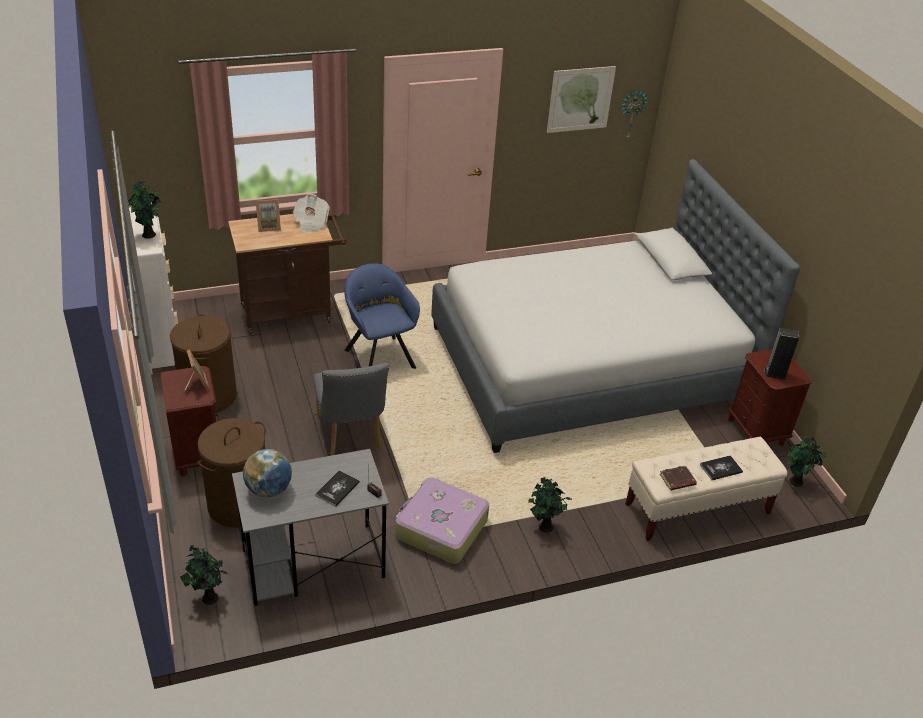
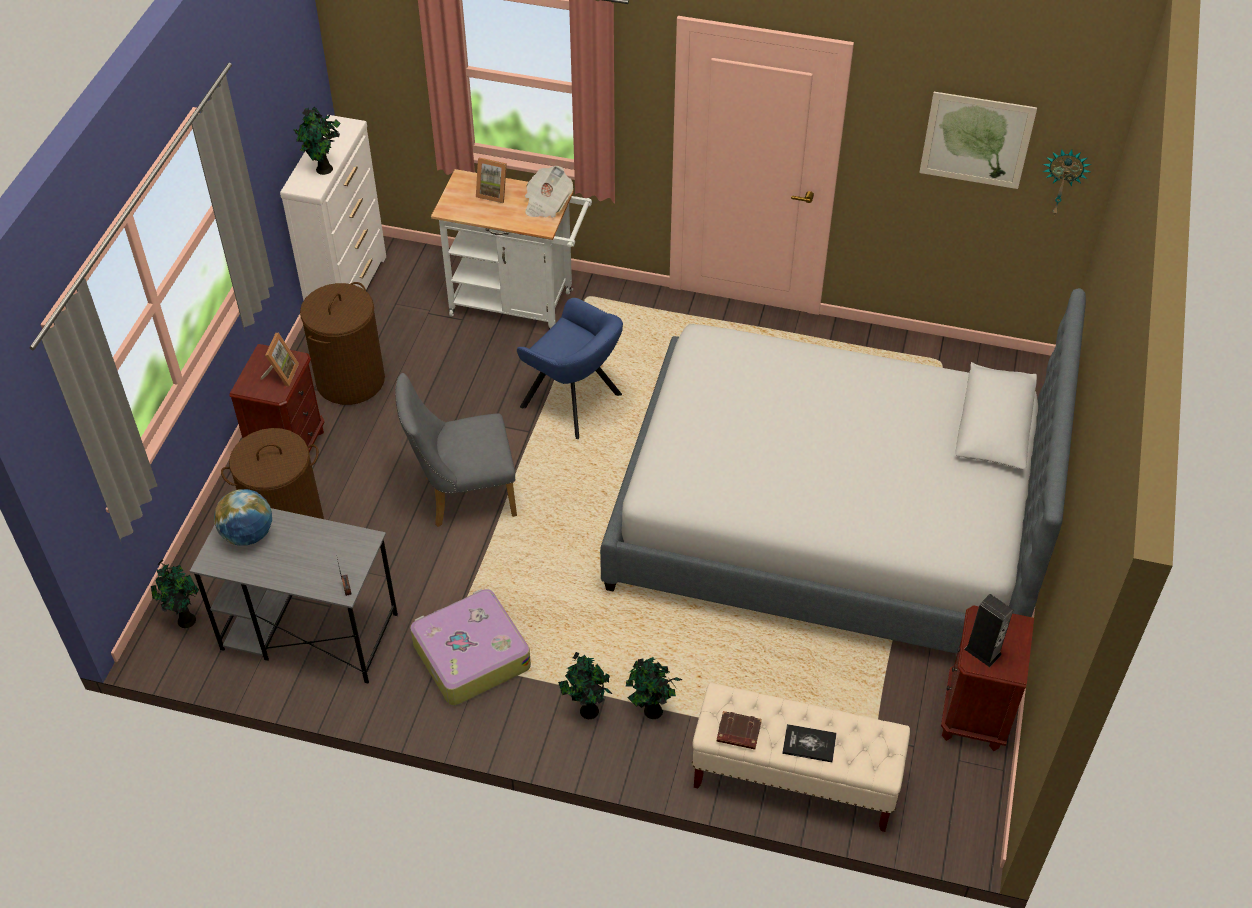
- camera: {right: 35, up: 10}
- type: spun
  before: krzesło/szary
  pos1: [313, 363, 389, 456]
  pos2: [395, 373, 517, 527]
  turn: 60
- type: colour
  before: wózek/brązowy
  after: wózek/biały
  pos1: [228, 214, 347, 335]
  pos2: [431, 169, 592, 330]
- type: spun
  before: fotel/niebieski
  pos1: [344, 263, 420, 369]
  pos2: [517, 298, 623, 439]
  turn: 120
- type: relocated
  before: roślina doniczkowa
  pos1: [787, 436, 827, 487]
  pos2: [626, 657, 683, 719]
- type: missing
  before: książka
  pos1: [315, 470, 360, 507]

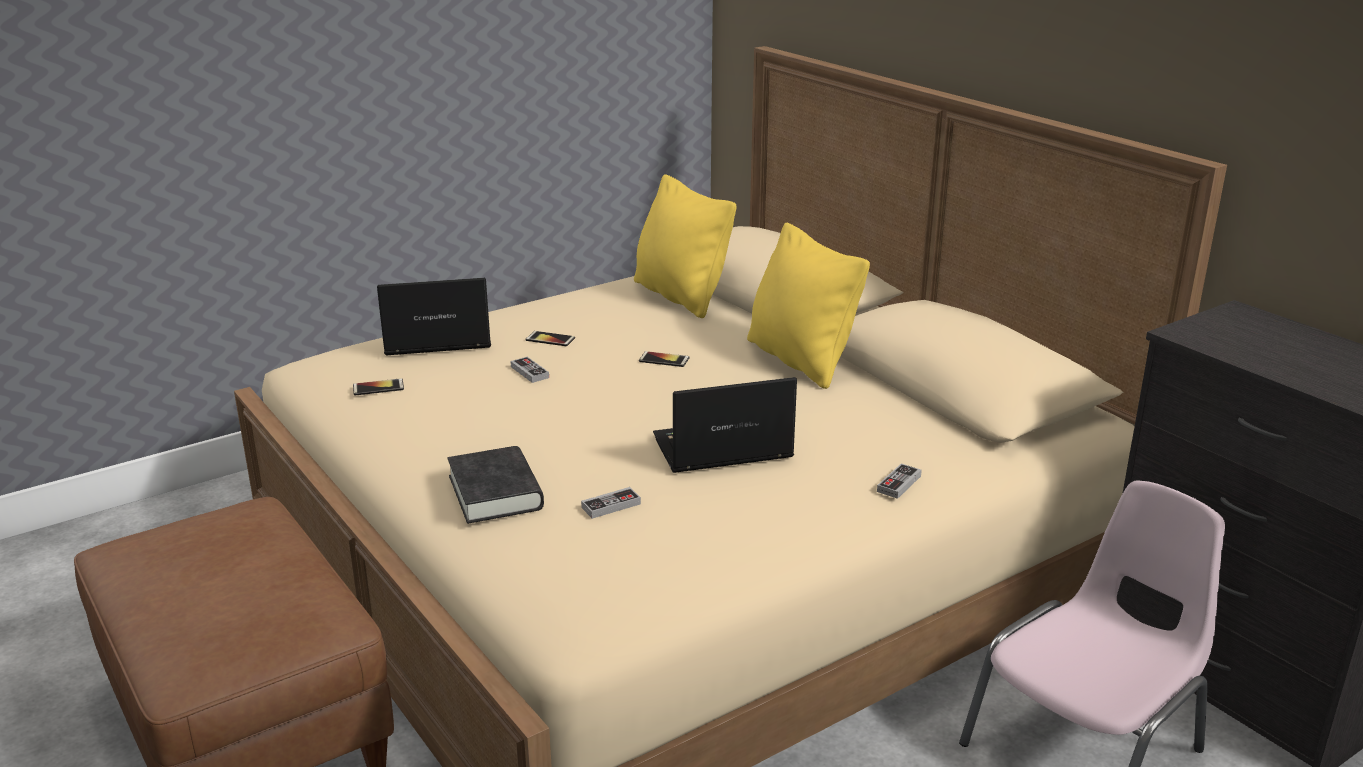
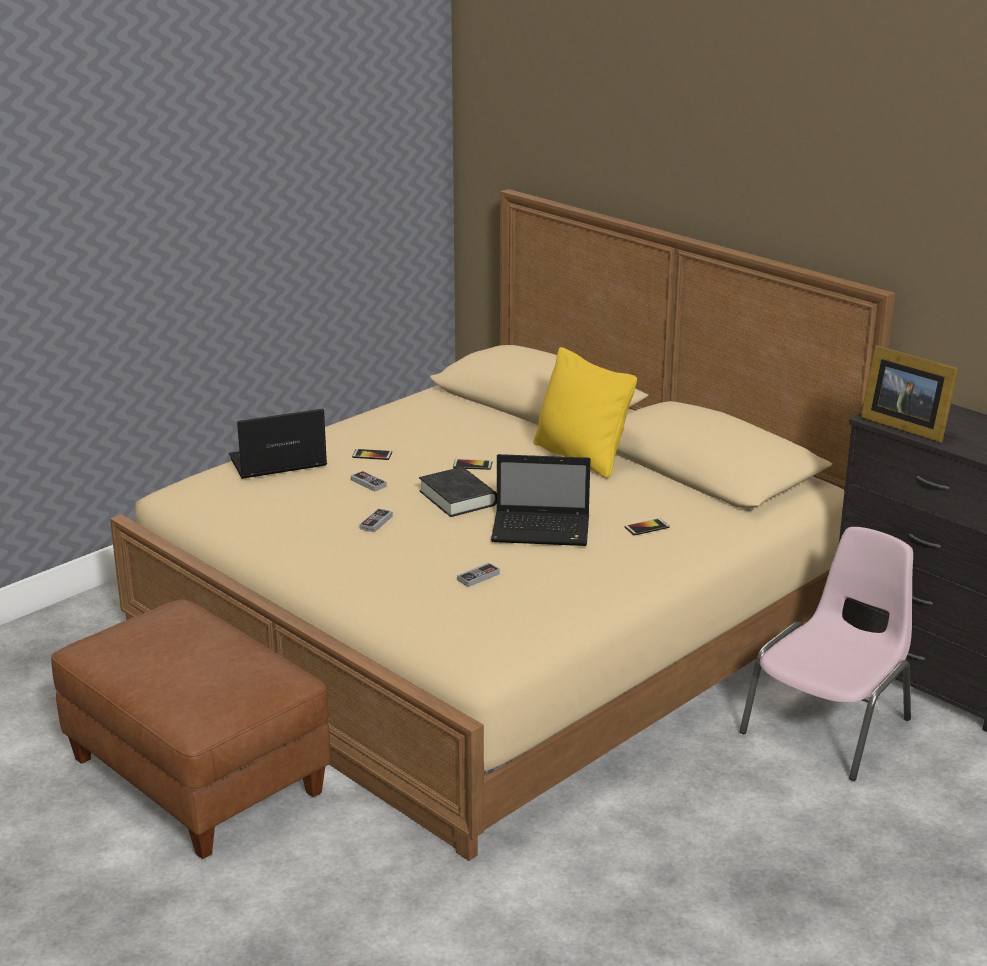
- camera: {right: -10, up: 0}
- type: relocated
  before: pad do gier
  pos1: [877, 463, 922, 499]
  pos2: [360, 508, 393, 532]
- type: relocated
  before: książka/czarny
  pos1: [447, 446, 544, 524]
  pos2: [419, 467, 497, 517]
- type: spun
  before: laptop
  pos1: [653, 377, 797, 473]
  pos2: [491, 454, 590, 546]
  turn: -150
- type: relocated
  before: telefon
  pos1: [353, 378, 404, 395]
  pos2: [625, 518, 670, 536]
- type: appeared
  after: ramka na zdjęcie
  pos2: [861, 345, 959, 443]
- type: missing
  before: poduszka/żółty
  pos1: [634, 174, 736, 318]

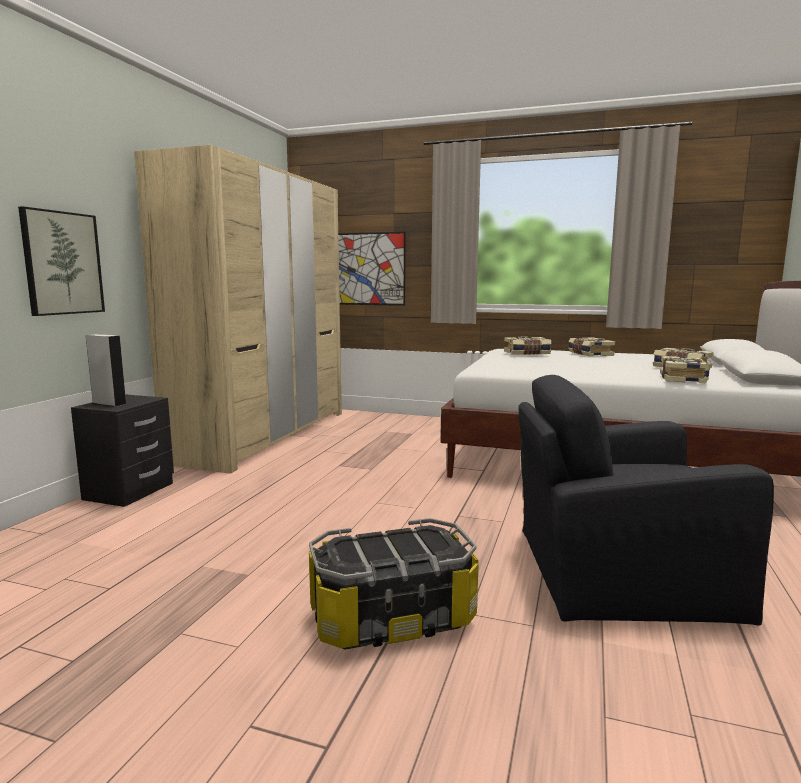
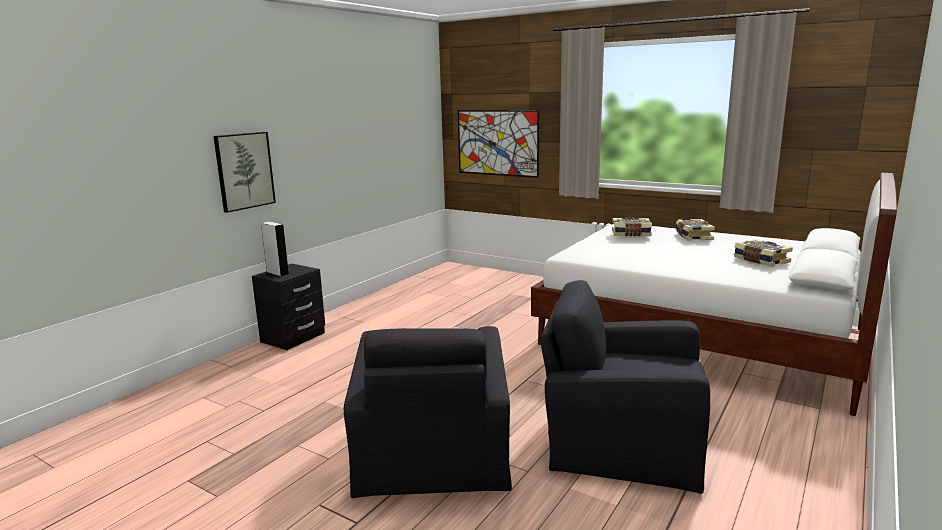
- camera: {right: 15, up: 5}
- type: exchanged
  before: pojemnik do przechowywania
  after: fotel/czarny
  pos1: [309, 518, 479, 650]
  pos2: [344, 326, 512, 498]
- type: missing
  before: szafa/beżowy
  pos1: [134, 145, 342, 474]
- type: missing
  before: książka
  pos1: [660, 356, 710, 383]

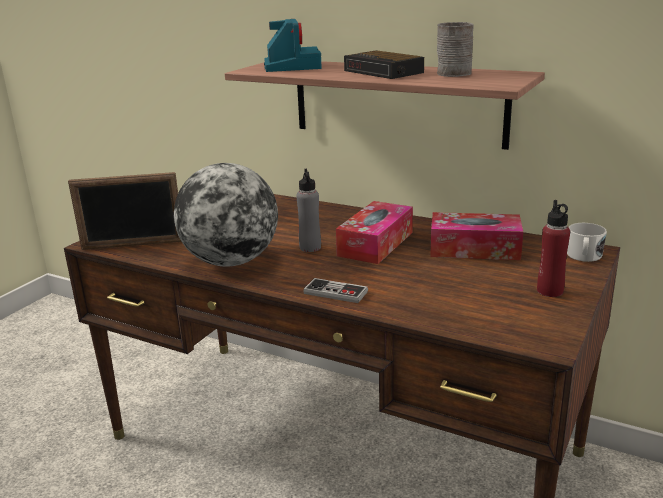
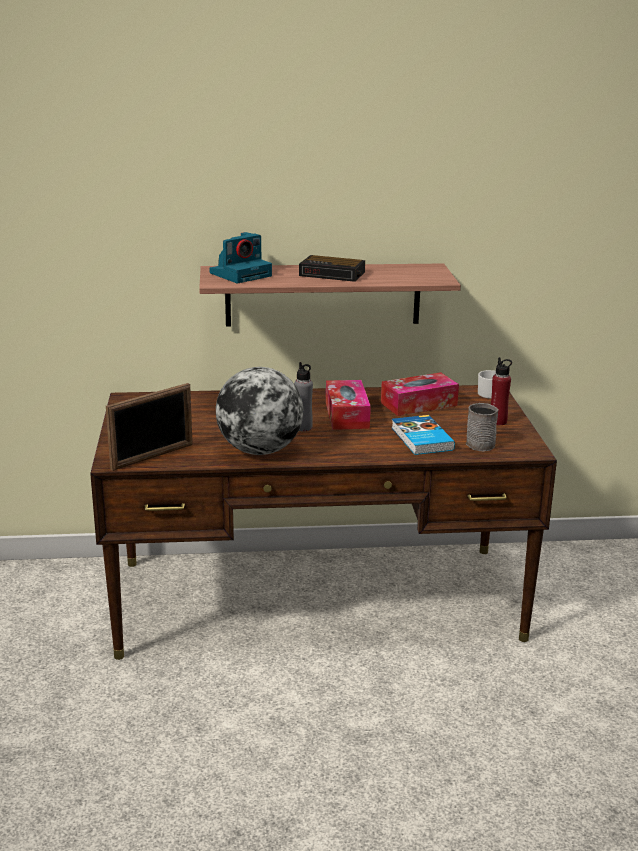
- camera: {right: -35, up: 0}
- type: spun
  before: aparat fotograficzny
  pos1: [264, 19, 322, 72]
  pos2: [210, 232, 272, 283]
  turn: 90
- type: appeared
  after: książka
  pos2: [391, 415, 455, 455]
- type: relocated
  before: kubek/szary
  pos1: [437, 22, 474, 77]
  pos2: [466, 403, 499, 451]
- type: missing
  before: pad do gier
  pos1: [303, 278, 368, 303]

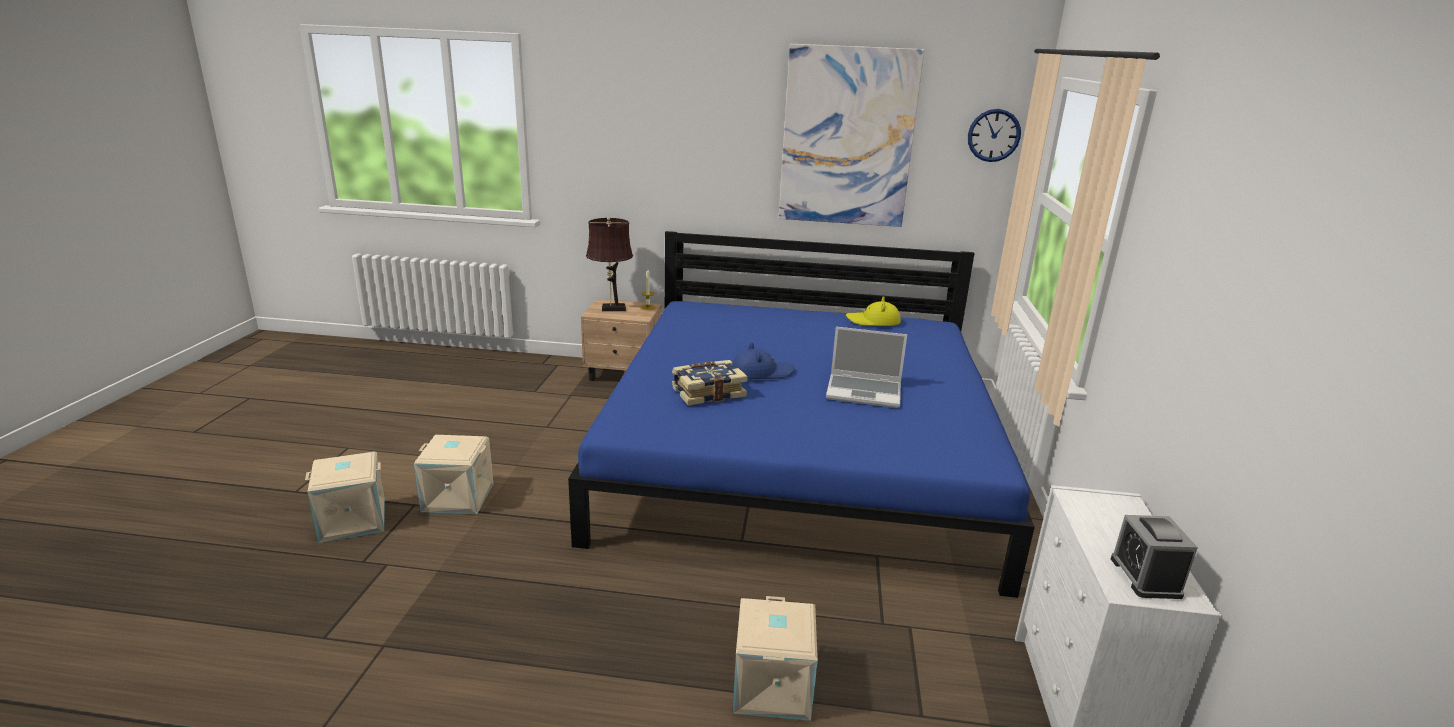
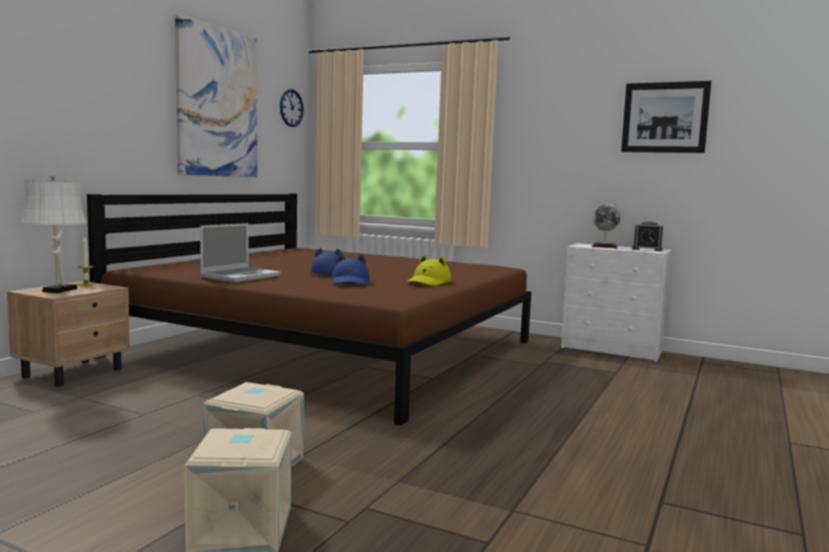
- camera: {right: -70, up: -15}
- type: colour
  before: lampa stołowa/brązowy
  after: lampa stołowa/biały
  pos1: [586, 217, 633, 311]
  pos2: [21, 175, 86, 293]
- type: colour
  before: łóżko/niebieski
  after: łóżko/brązowy
  pos1: [568, 231, 1035, 598]
  pos2: [87, 194, 531, 426]
- type: relocated
  before: laptop
  pos1: [826, 327, 907, 408]
  pos2: [200, 223, 281, 282]
- type: exchanged
  before: książka
  after: kapelusz/niebieski
  pos1: [672, 360, 748, 406]
  pos2: [332, 254, 370, 285]
- type: relocated
  before: kapelusz/żółty
  pos1: [846, 296, 901, 326]
  pos2: [406, 255, 451, 286]
- type: appeared
  after: globus
  pos2: [592, 202, 623, 249]
- type: appeared
  after: obraz
  pos2: [621, 81, 711, 153]
- type: missing
  before: pojemnik do przechowywania/beżowy
  pos1: [733, 596, 818, 721]

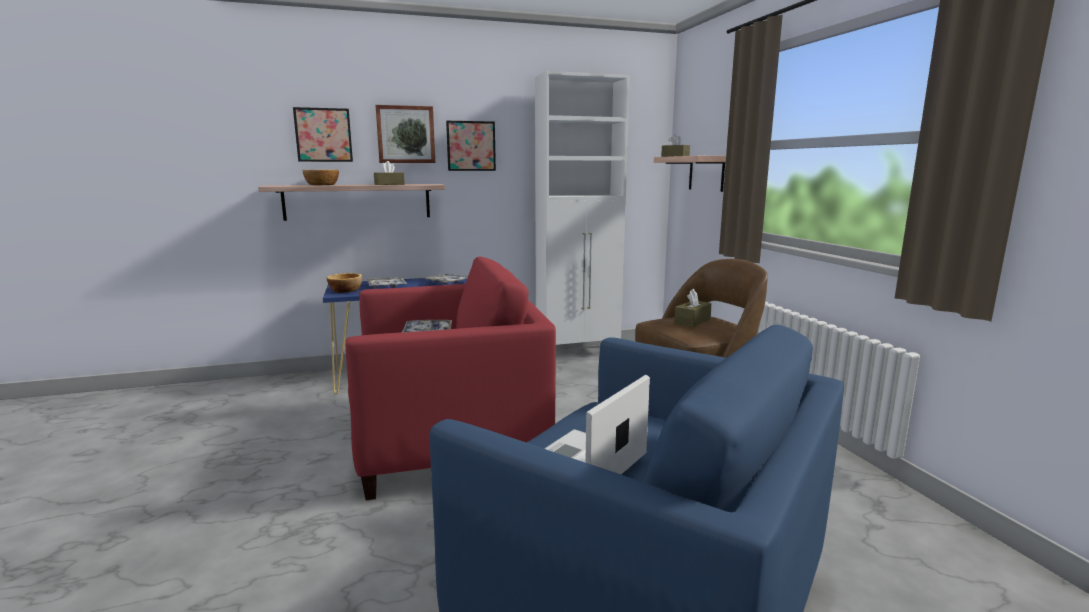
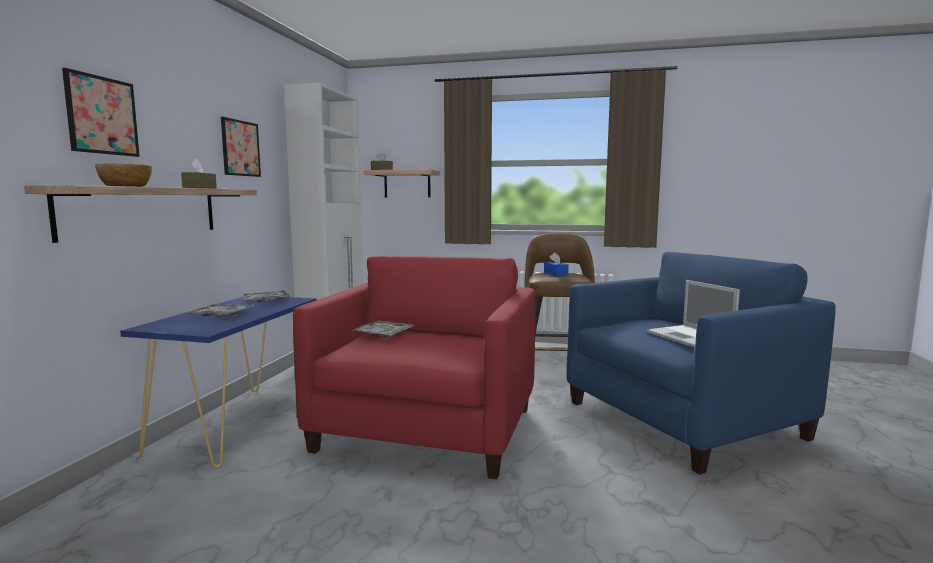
- camera: {right: -60, up: -5}
- type: colour
  before: pudełko chusteczek/brązowy
  after: pudełko chusteczek/niebieski
  pos1: [674, 288, 712, 327]
  pos2: [544, 252, 569, 276]
- type: missing
  before: miska
  pos1: [327, 273, 362, 293]
- type: missing
  before: obraz
  pos1: [375, 105, 435, 163]

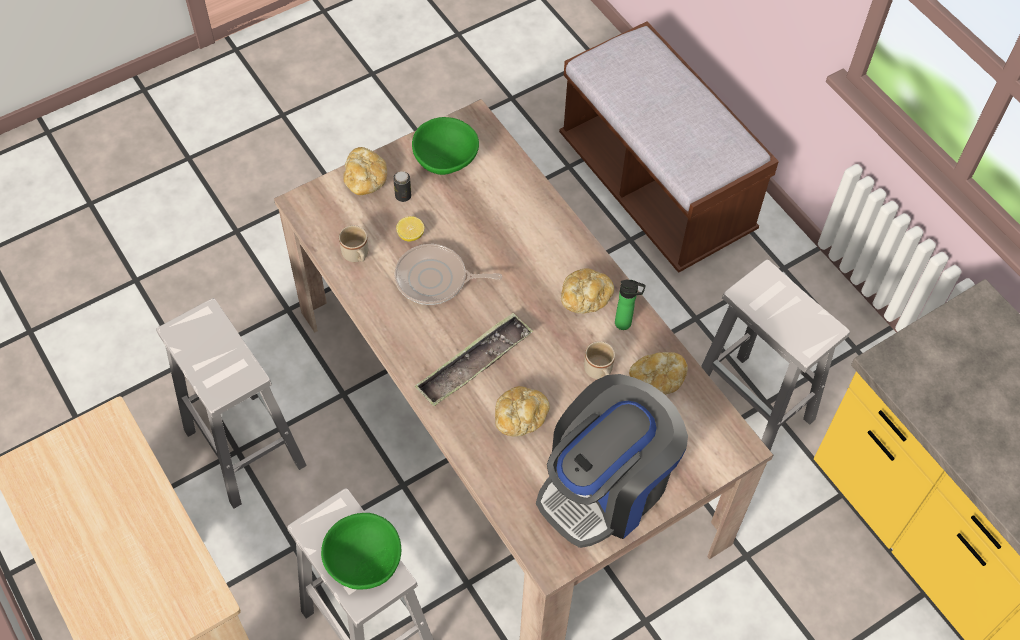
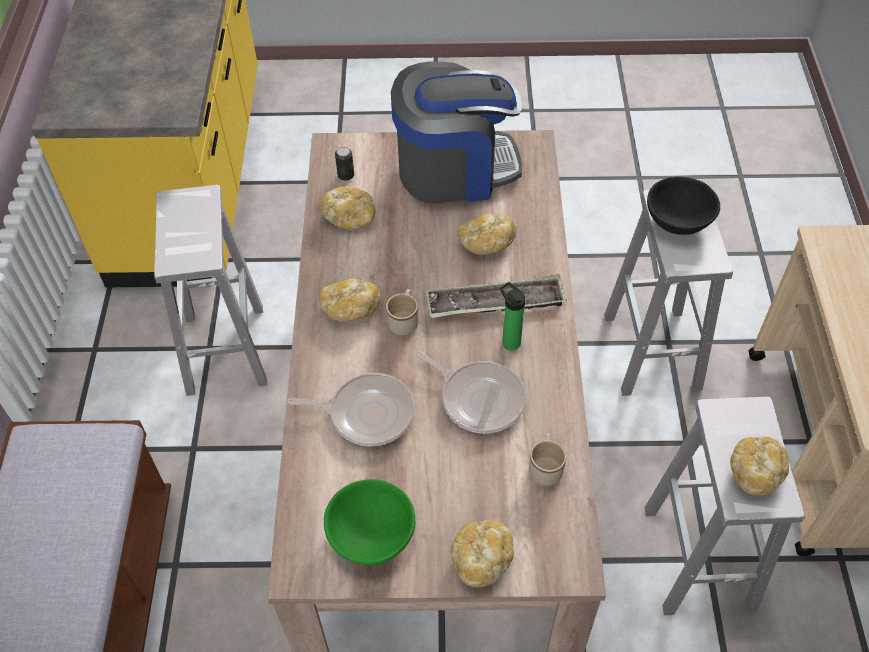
- camera: {right: -145, up: -5}
- type: appeared
  after: patelnia
  pos2: [287, 373, 415, 446]
- type: relocated
  before: puszka
  pos1: [393, 171, 411, 202]
  pos2: [335, 147, 354, 181]
- type: relocated
  before: kubek/beżowy
  pos1: [584, 341, 615, 379]
  pos2: [386, 289, 418, 335]
- type: relocated
  before: butelka
  pos1: [615, 280, 646, 330]
  pos2: [500, 282, 525, 350]
- type: colour
  before: miska/zielony
  after: miska/czarny
  pos1: [321, 513, 401, 589]
  pos2: [647, 177, 720, 235]
- type: appeared
  after: chleb
  pos2: [730, 437, 789, 496]
- type: missing
  before: cytryna
  pos1: [396, 216, 424, 242]

